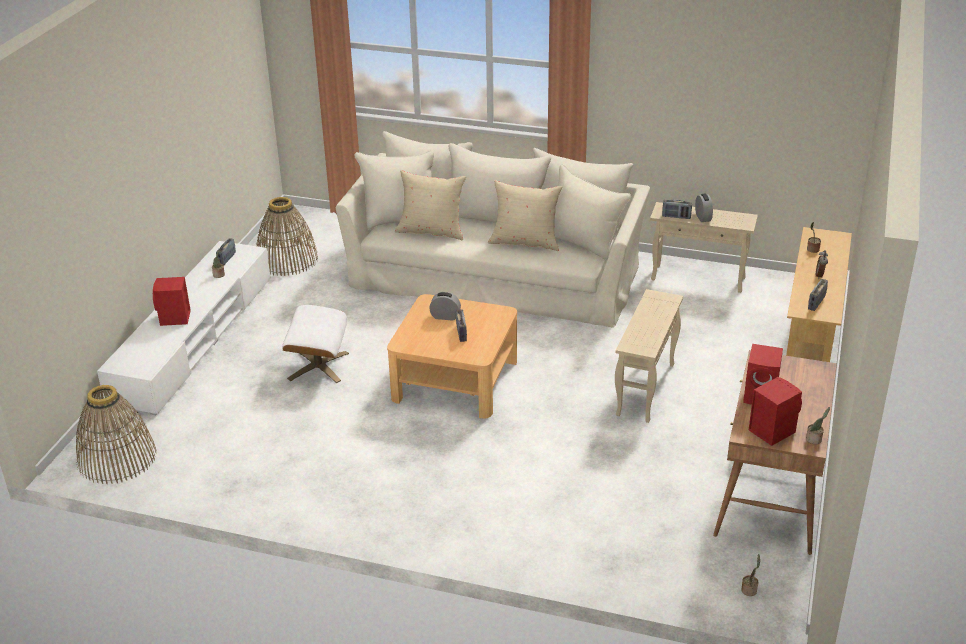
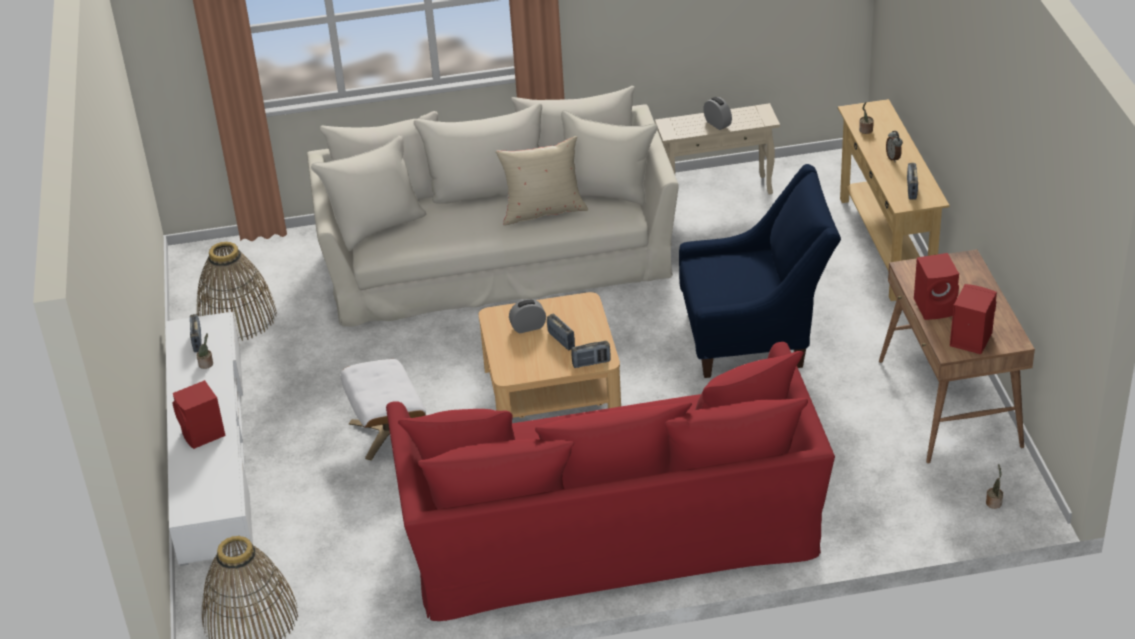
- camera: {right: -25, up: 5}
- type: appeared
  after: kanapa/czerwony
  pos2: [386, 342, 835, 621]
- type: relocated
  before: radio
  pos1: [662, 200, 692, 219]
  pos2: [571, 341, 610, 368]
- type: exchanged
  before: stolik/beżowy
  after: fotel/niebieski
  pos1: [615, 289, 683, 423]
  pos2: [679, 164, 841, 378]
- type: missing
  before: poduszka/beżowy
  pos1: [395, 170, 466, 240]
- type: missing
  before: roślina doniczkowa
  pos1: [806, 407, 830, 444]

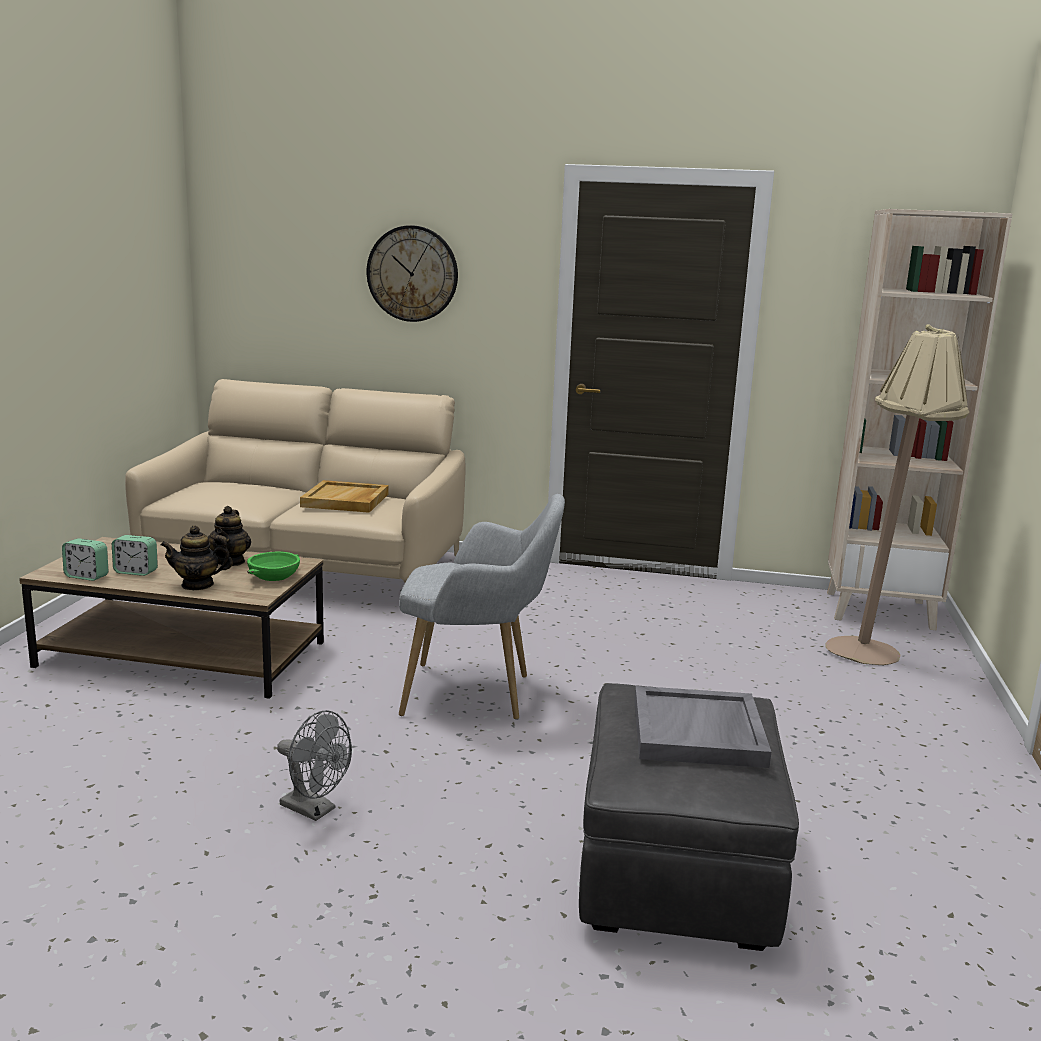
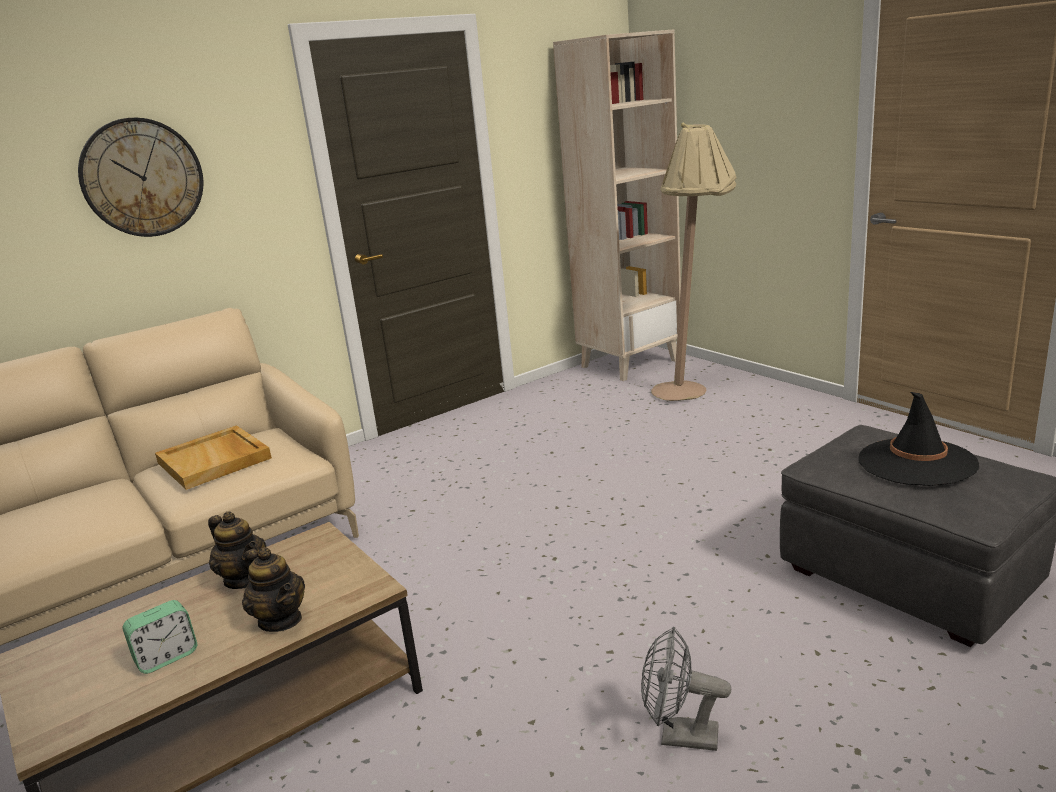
- camera: {right: -45, up: 5}
- type: spun
  before: imbryk
  pos1: [161, 525, 233, 590]
  pos2: [242, 547, 305, 632]
  turn: -75
- type: spun
  before: wentylator/szary
  pos1: [277, 710, 352, 821]
  pos2: [641, 627, 731, 751]
  turn: -150
- type: exchanged
  before: taca/szary
  after: kapelusz/czarny
  pos1: [634, 686, 771, 768]
  pos2: [858, 392, 979, 486]
- type: missing
  before: budzik
  pos1: [62, 538, 108, 581]
- type: missing
  before: miska/zielony
  pos1: [247, 551, 300, 581]
- type: missing
  before: fotel/szary
  pos1: [399, 494, 565, 719]

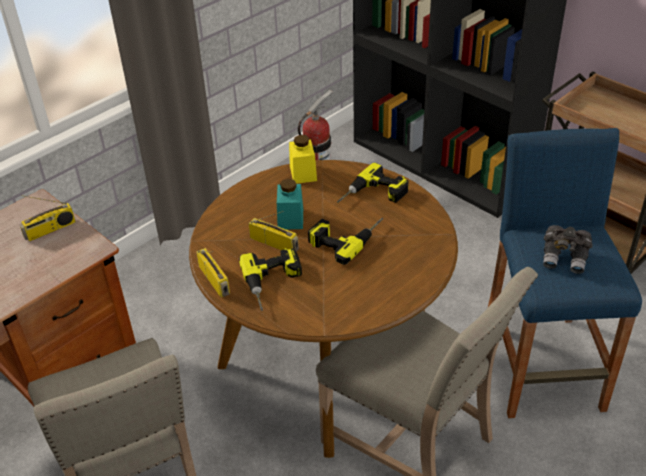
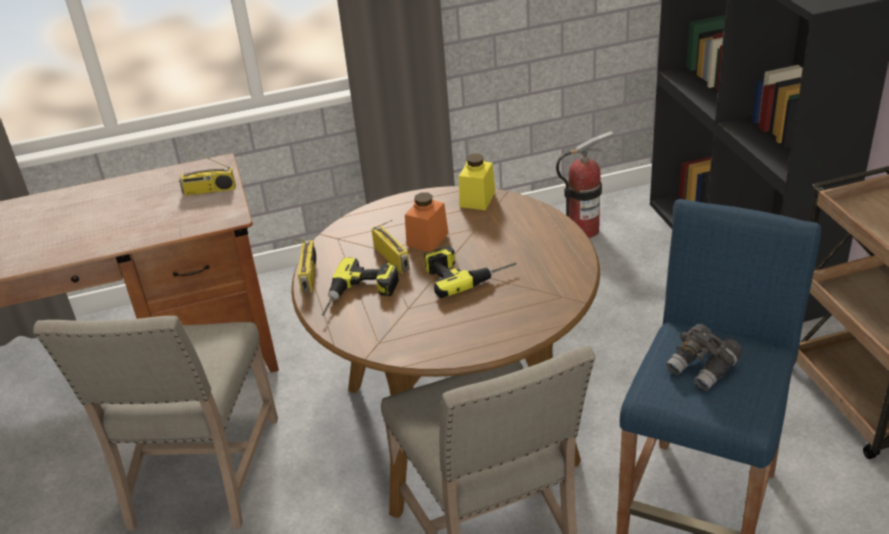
- camera: {right: 30, up: -5}
- type: colour
  before: słoik/turkusowy
  after: słoik/pomarańczowy
  pos1: [277, 179, 303, 229]
  pos2: [405, 192, 449, 252]
- type: missing
  before: wiertarka
  pos1: [337, 162, 409, 203]

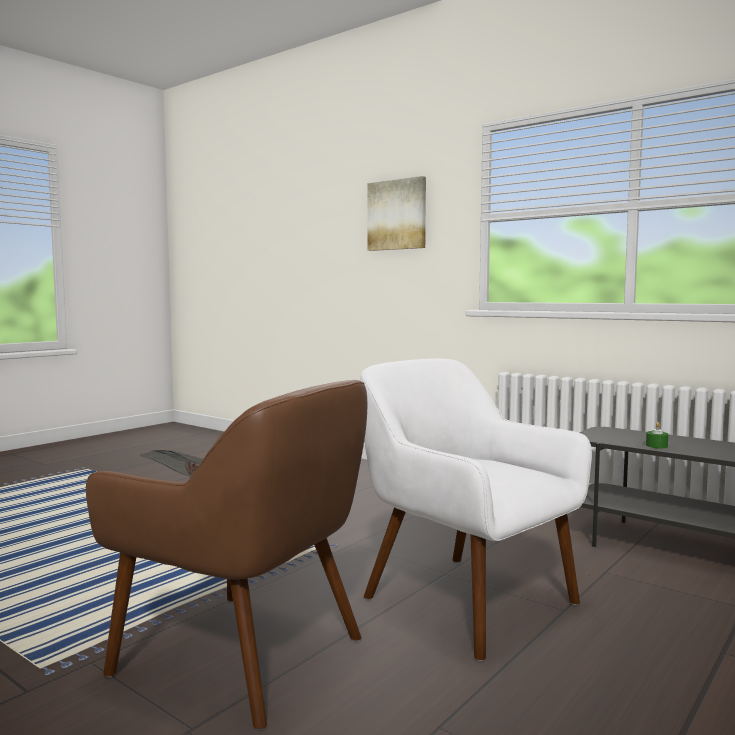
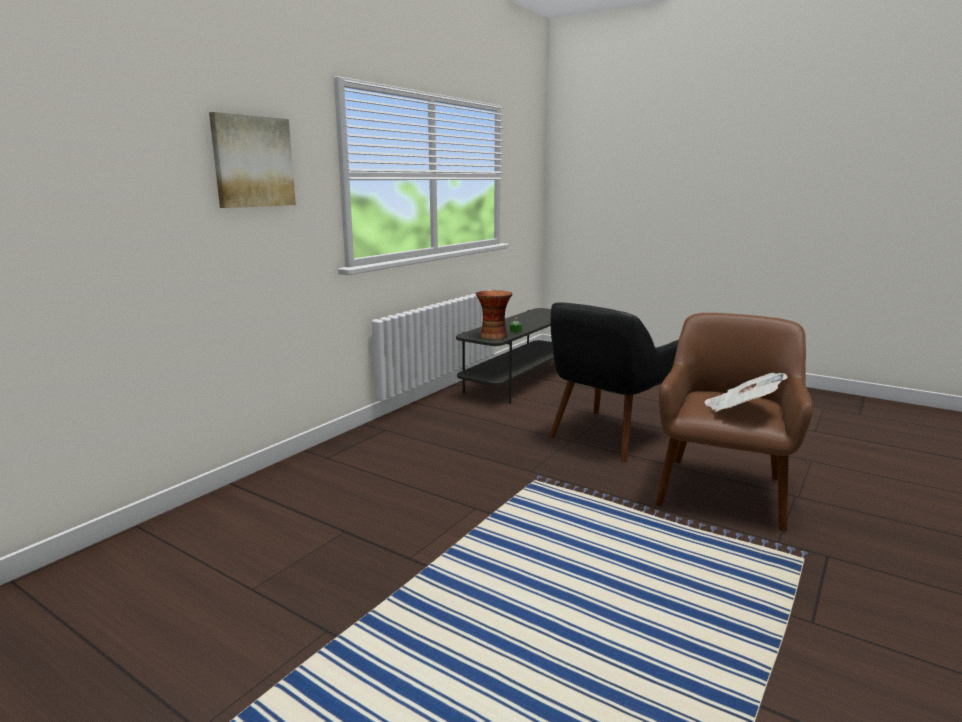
- camera: {right: -95, up: 10}
- type: appeared
  after: wazon
  pos2: [475, 290, 513, 340]
- type: colour
  before: fotel/biały
  after: fotel/czarny
  pos1: [360, 358, 592, 661]
  pos2: [549, 302, 679, 463]

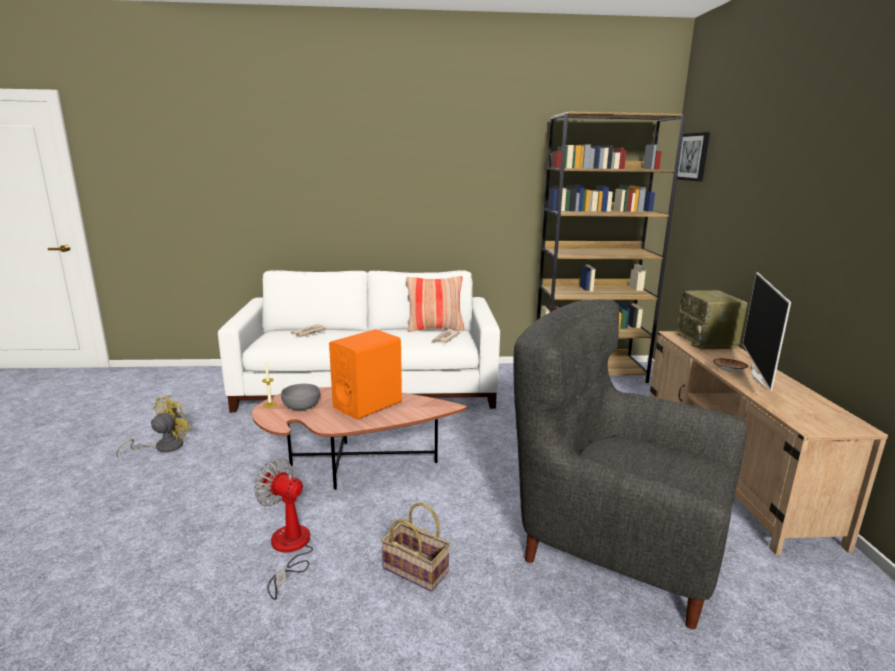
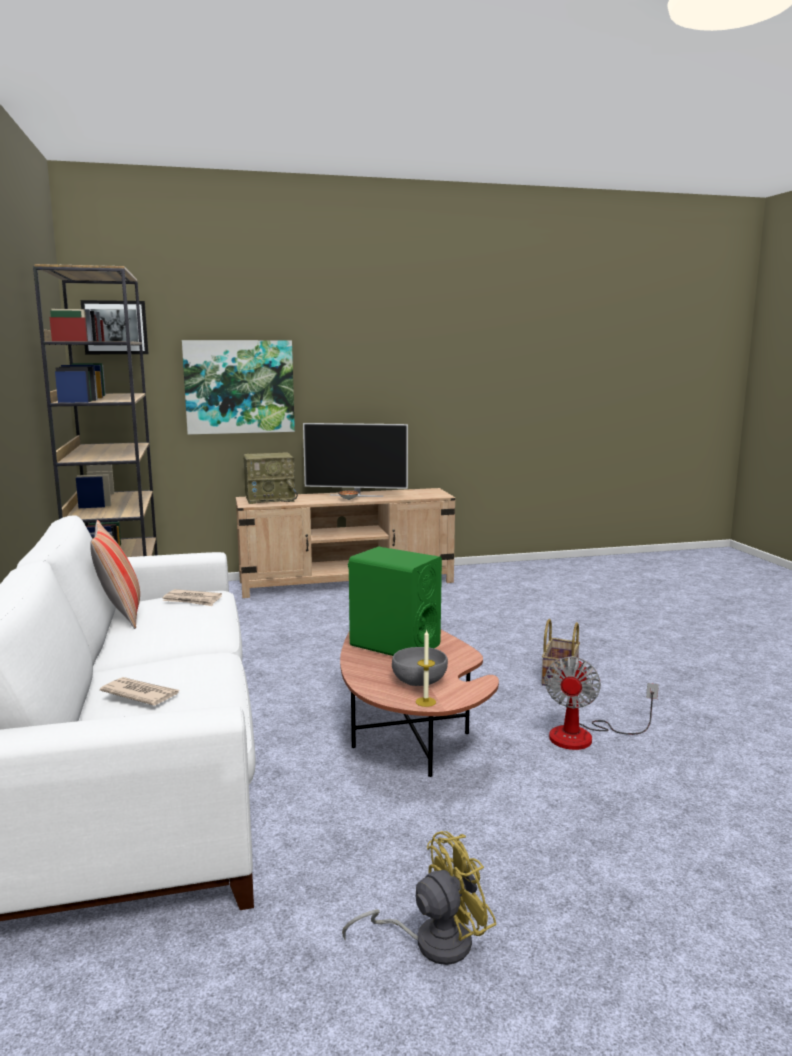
- camera: {right: -100, up: -5}
- type: appeared
  after: obraz
  pos2: [182, 340, 295, 435]
- type: spun
  before: wentylator/żółty
  pos1: [116, 395, 193, 458]
  pos2: [342, 831, 497, 965]
  turn: 135
- type: colour
  before: głośnik/pomarańczowy
  after: głośnik/zielony
  pos1: [329, 329, 402, 420]
  pos2: [348, 547, 442, 656]
- type: missing
  before: fotel/szary
  pos1: [513, 300, 747, 629]

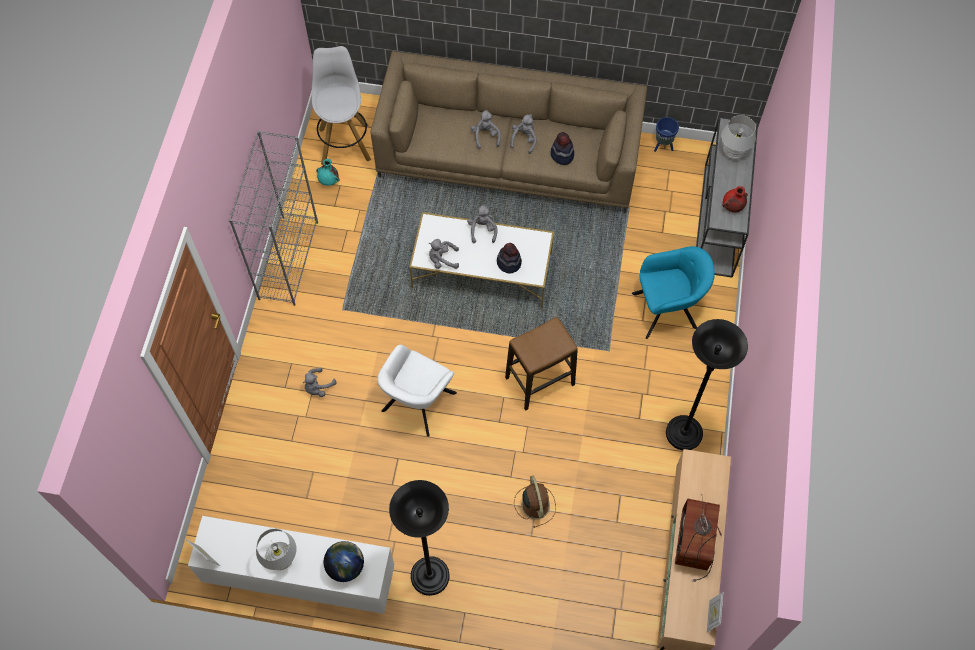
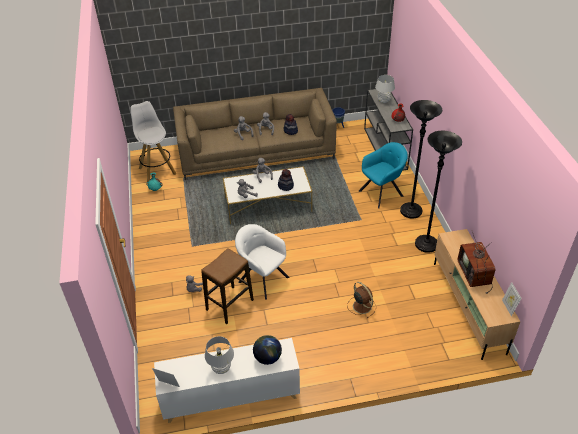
- camera: {right: -20, up: -20}
- type: relocated
  before: stołek
  pos1: [505, 317, 578, 411]
  pos2: [201, 248, 254, 324]
- type: spun
  before: fotel/biały
  pos1: [377, 345, 457, 437]
  pos2: [235, 224, 290, 300]
  turn: 120
- type: relocated
  before: lampa stojąca/czarny
  pos1: [389, 480, 450, 596]
  pos2: [400, 100, 442, 219]
- type: missing
  before: regał/szary
  pos1: [229, 131, 318, 306]

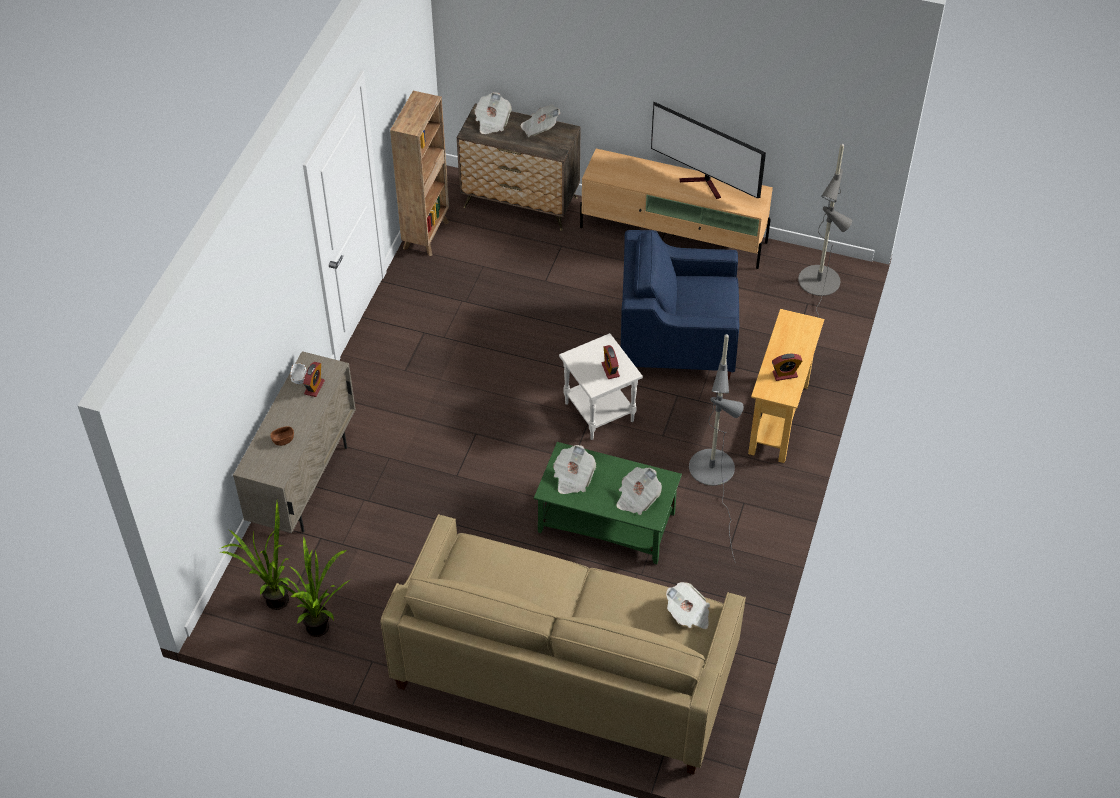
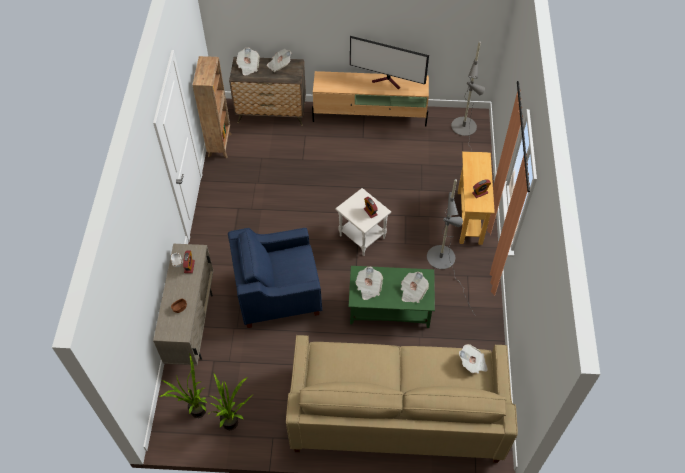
- camera: {right: -15, up: 5}
- type: relocated
  before: fotel/niebieski
  pos1: [621, 230, 739, 381]
  pos2: [228, 228, 322, 328]

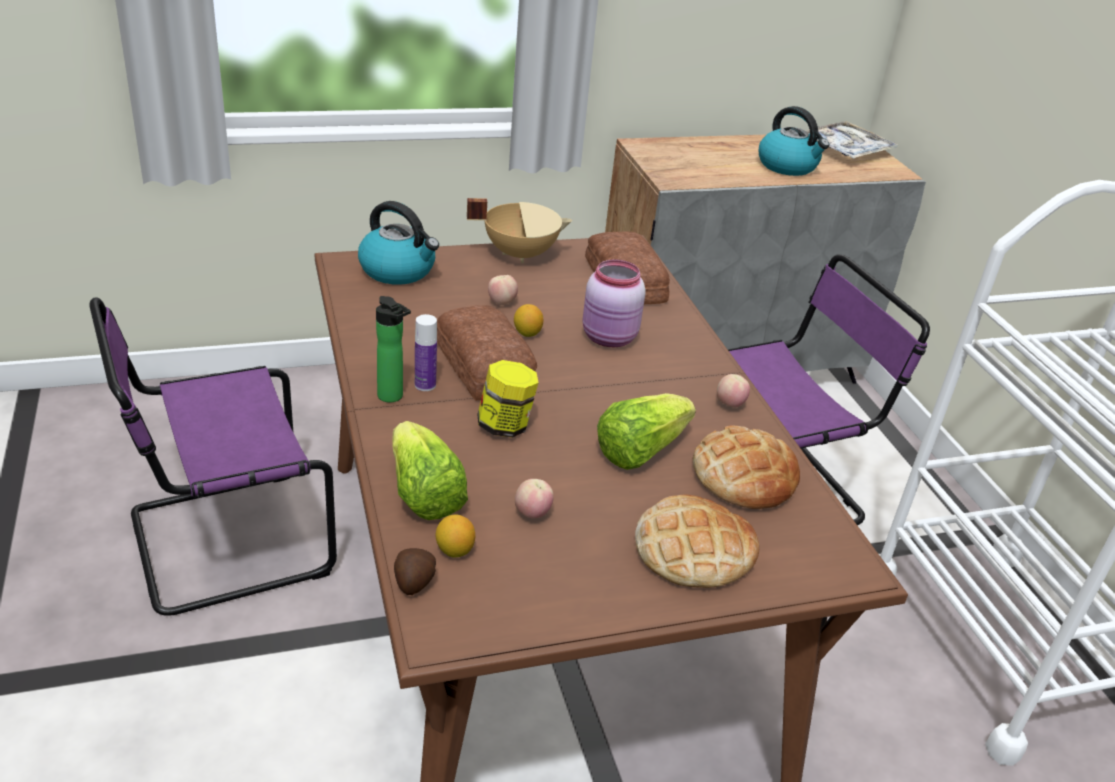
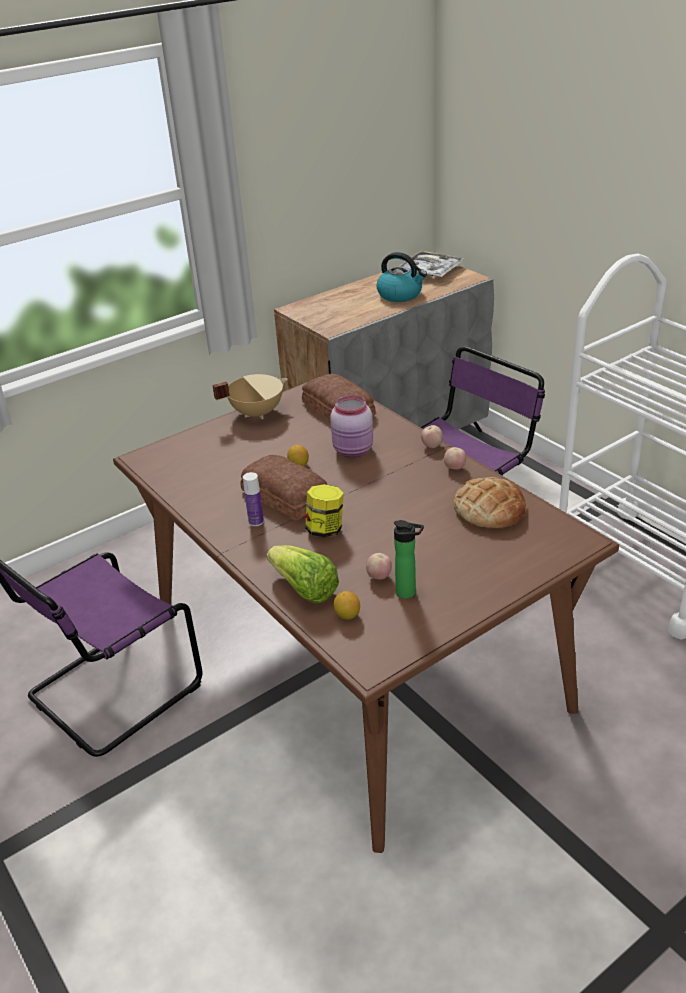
- camera: {right: -15, up: 0}
- type: relocated
  before: butelka
  pos1: [376, 296, 411, 403]
  pos2: [394, 520, 424, 599]
- type: relocated
  before: jabłko
  pos1: [488, 275, 518, 305]
  pos2: [421, 425, 443, 448]
- type: missing
  before: czajnik
  pos1: [358, 201, 439, 285]
- type: missing
  before: ziemniak
  pos1: [394, 548, 436, 595]
- type: missing
  before: sałata
  pos1: [597, 393, 696, 470]
- type: missing
  before: chleb
  pos1: [635, 494, 759, 588]

